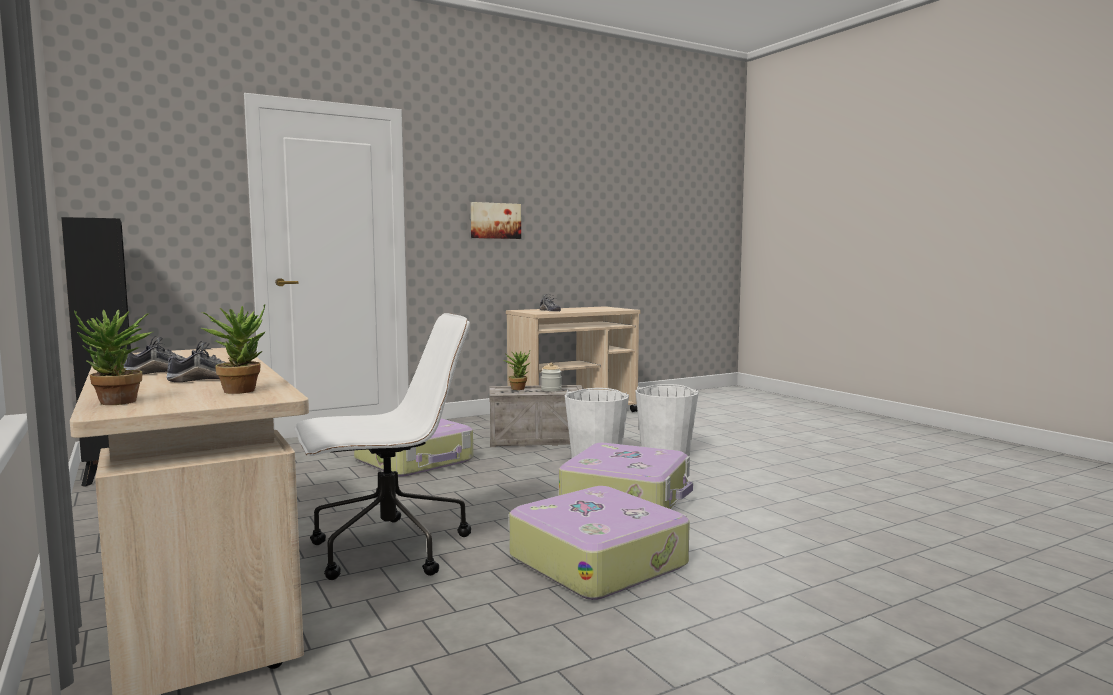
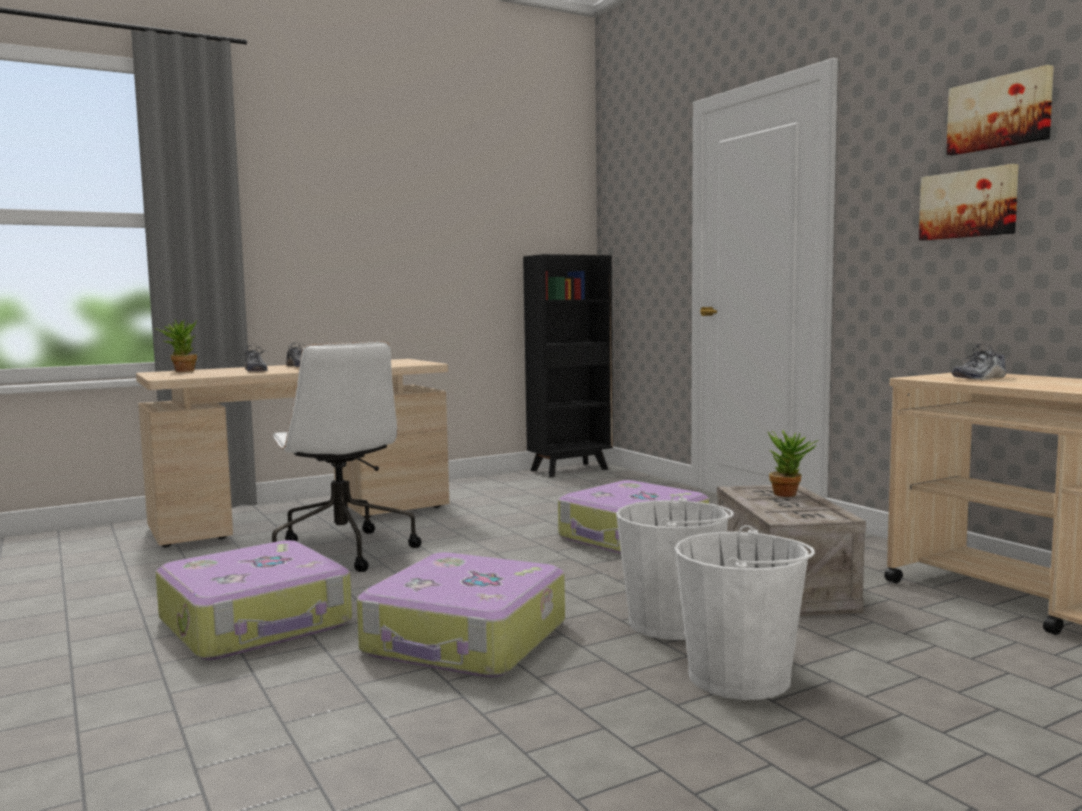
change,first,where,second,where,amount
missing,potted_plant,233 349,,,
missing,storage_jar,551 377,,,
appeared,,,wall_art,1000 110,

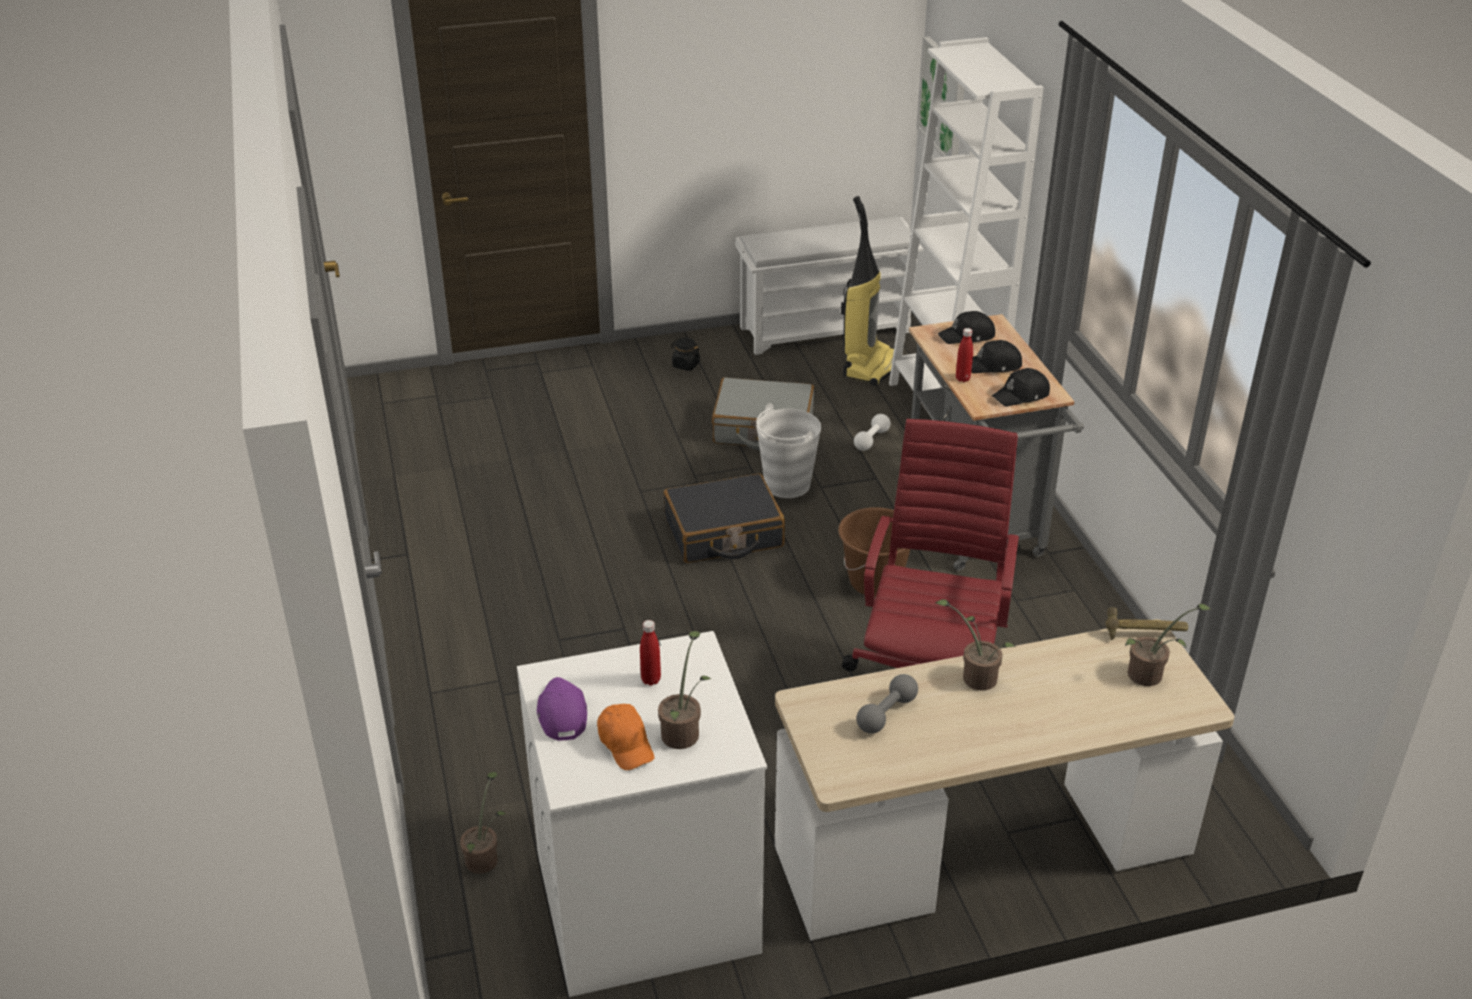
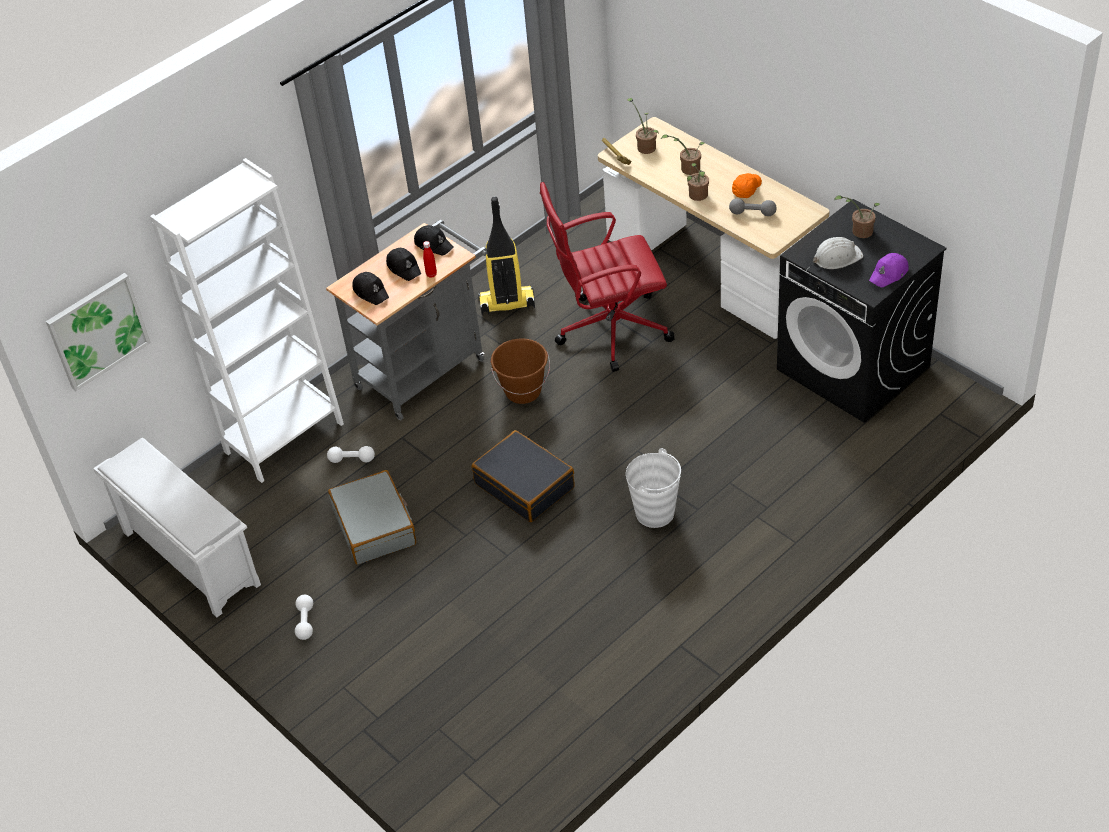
change,first,where,second,where,amount
relocated,hoover,867 291,,506 255,
exchanged,blackish_storage_jar,685 354,white-coloured_dumbbell,304 617,
relocated,white-coloured_pail,788 450,,653 488,
exchanged,reddish_drink_bottle,650 653,white-coloured_safety_helmet,838 253,
colour,white-coloured_washing_machine,642 814,blackish_washing_machine,862 311,
relocated,orange-coloured_cap,626 737,,747 185,
relocated,potted_plant,483 823,,683 154,

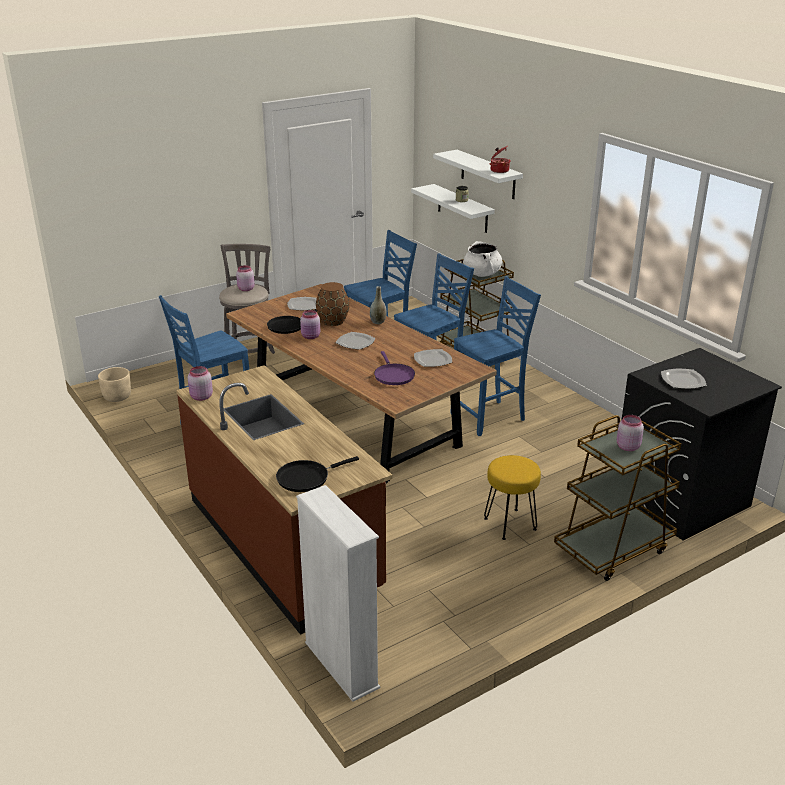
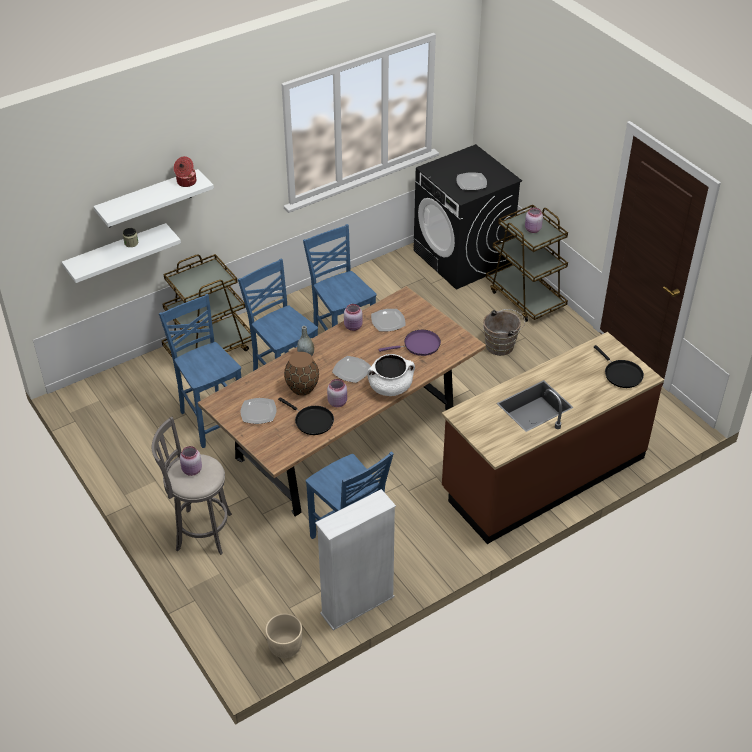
change,first,where,second,where,amount
relocated,white-coloured_saucepot,482 259,,391 375,
relocated,pinkish_storage_jar,200 383,,353 317,
exchanged,yellow_stool,512 497,brownish_pail,504 332,
relocated,white-coloured_bookcase,338 593,,355 560,

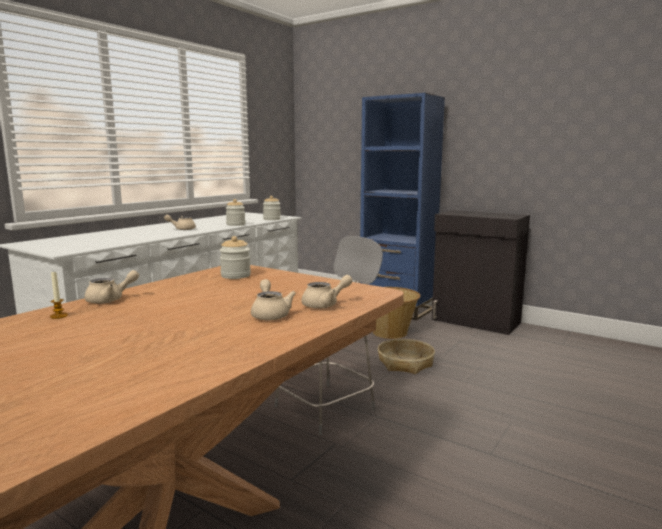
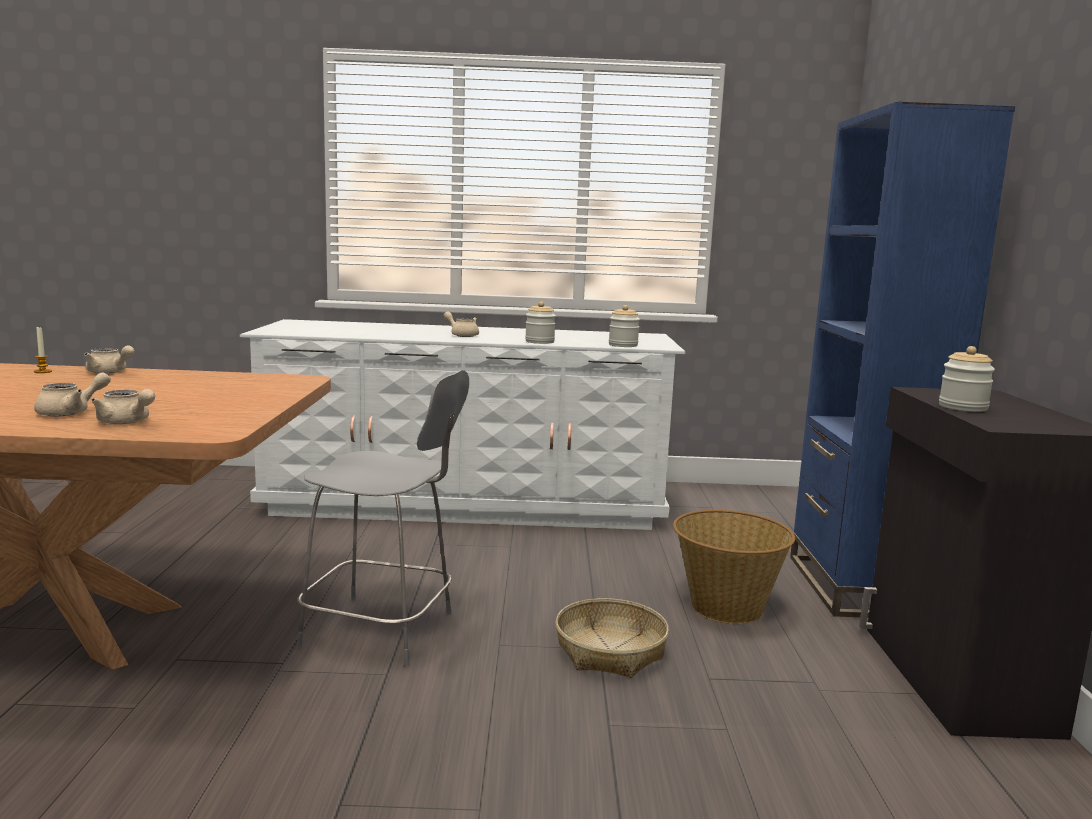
change,first,where,second,where,amount
relocated,storage_jar,235 257,,967 379,

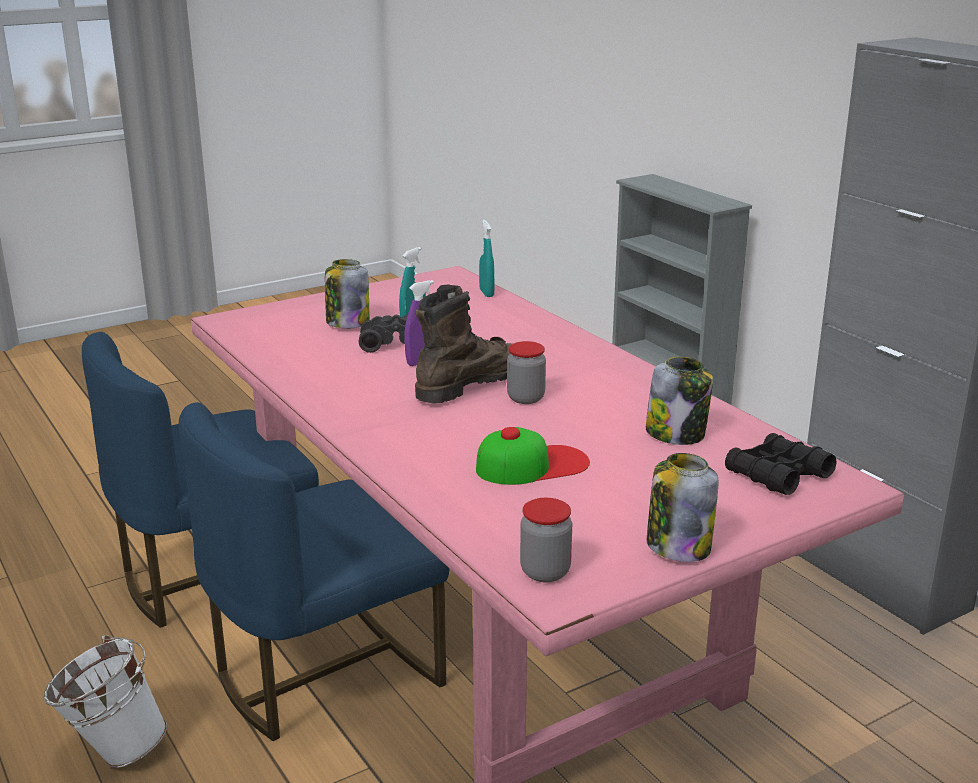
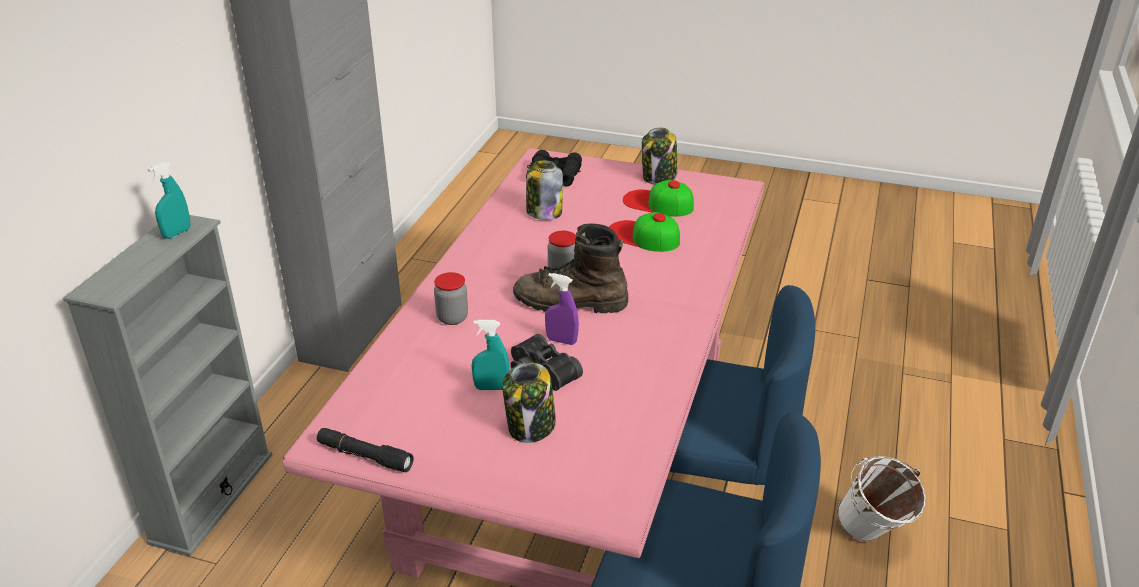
change,first,where,second,where,amount
relocated,turquoise-coloured_hand_sprayer,487 258,,169 200,
relocated,storage_jar,546 540,,451 298,
appeared,,,cap,658 198,
appeared,,,blackish_hand_torch,365 450,

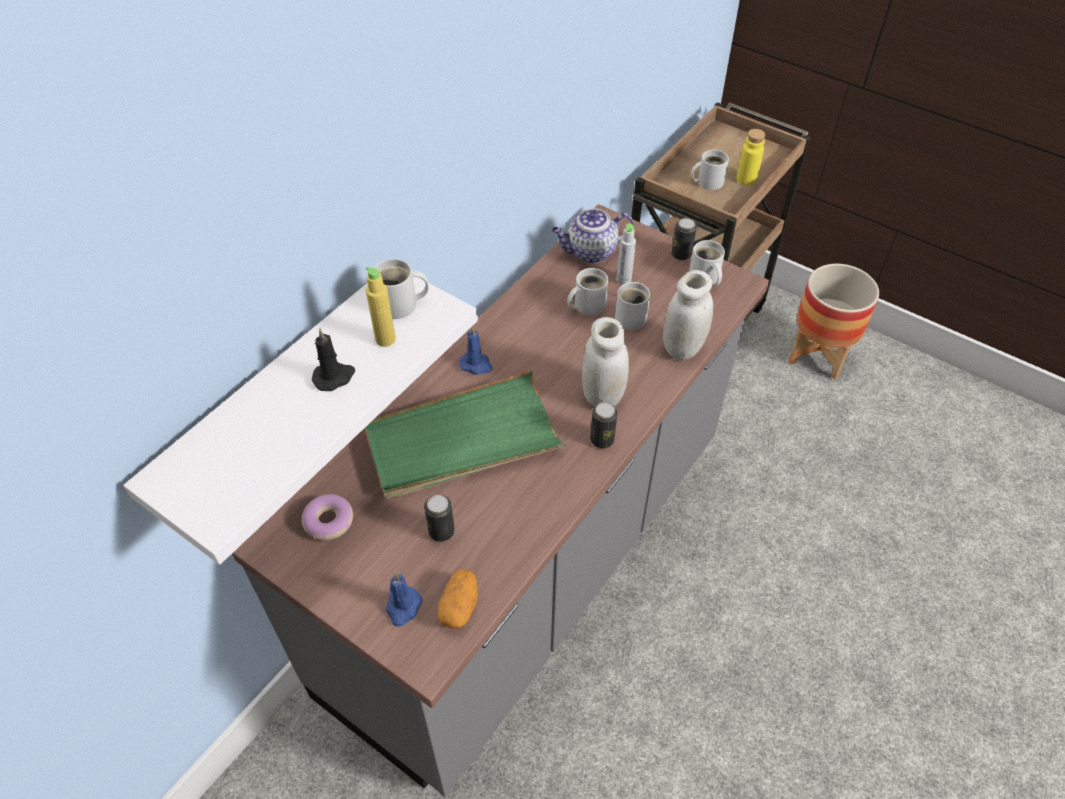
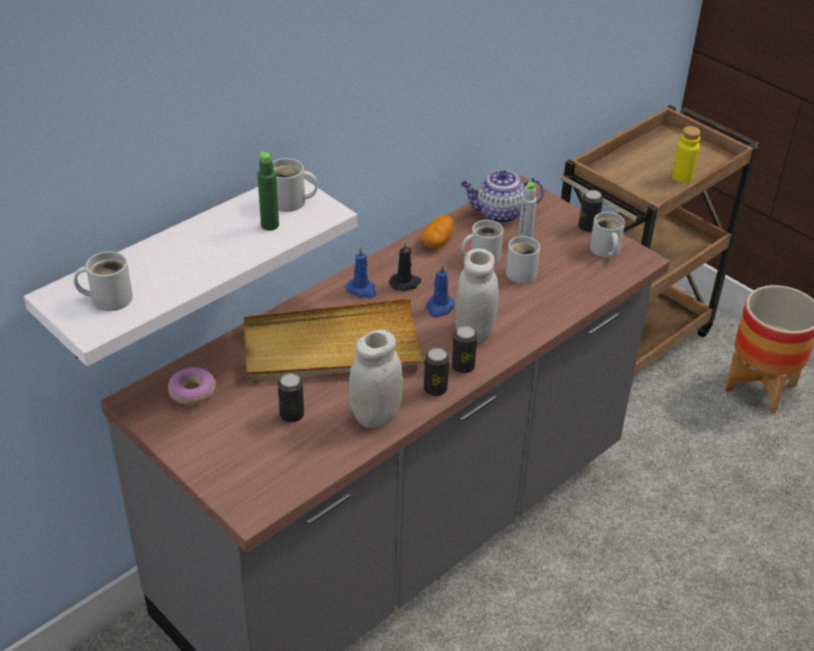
change,first,where,second,where,amount
relocated,white-coloured_coffee_mug,710 170,,103 281,
colour,yellow_drink_bottle,381 307,green_drink_bottle,268 191,
relocated,white-coloured_storage_jar,688 315,,376 379,
relocated,blackish_candle,333 360,,405 266,
colour,green_tray,465 434,beige_tray,334 340,
relocated,potato,458 598,,437 231,
relocated,bluish_candle,404 600,,440 291,
appeared,,,sealed_can,436 372,

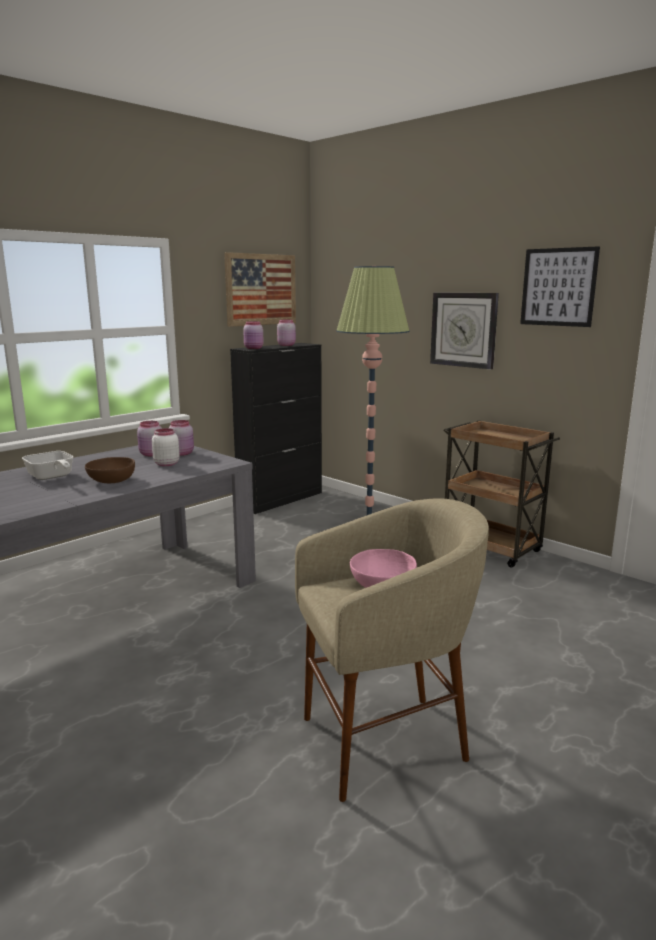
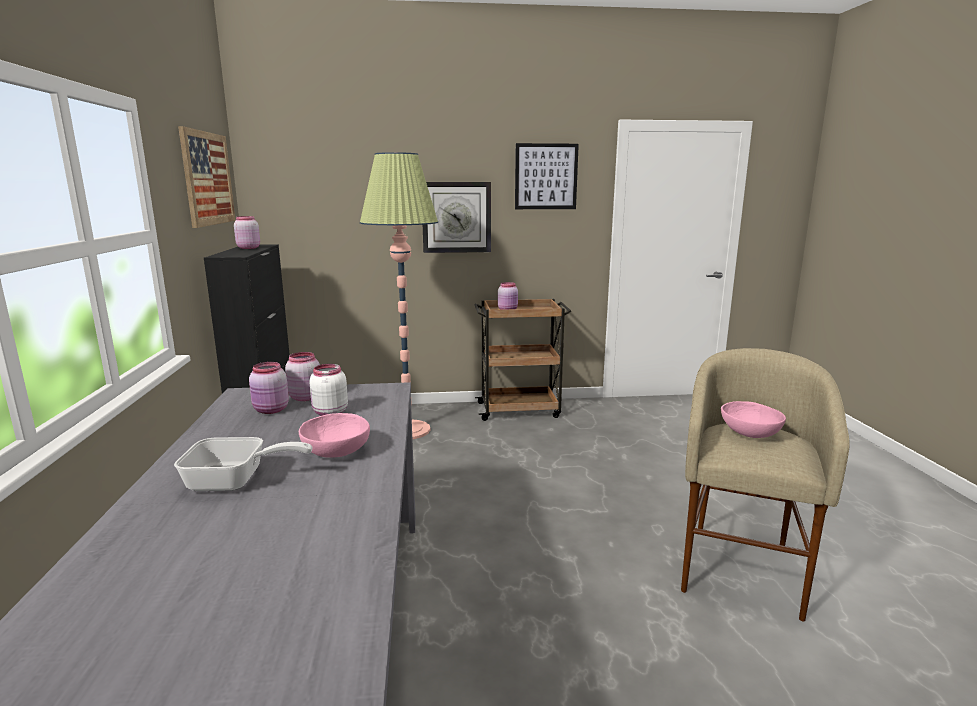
change,first,where,second,where,amount
relocated,pinkish_storage_jar,253 335,,508 296,
colour,brownish_bowl,110 470,pinkish_bowl,334 435,

